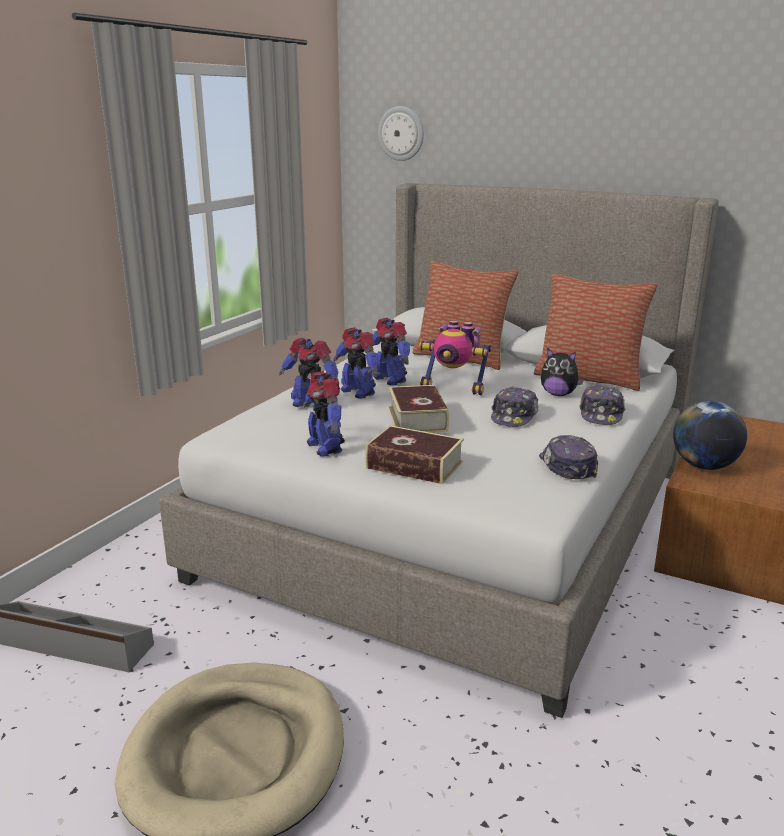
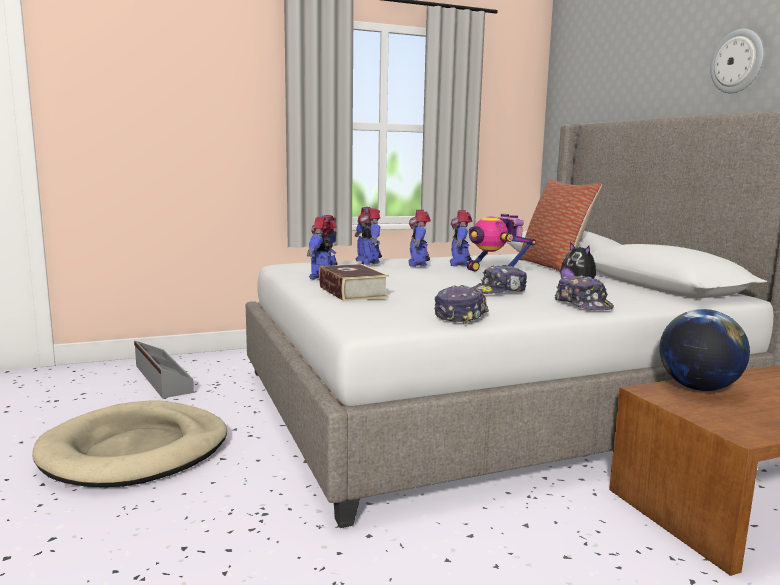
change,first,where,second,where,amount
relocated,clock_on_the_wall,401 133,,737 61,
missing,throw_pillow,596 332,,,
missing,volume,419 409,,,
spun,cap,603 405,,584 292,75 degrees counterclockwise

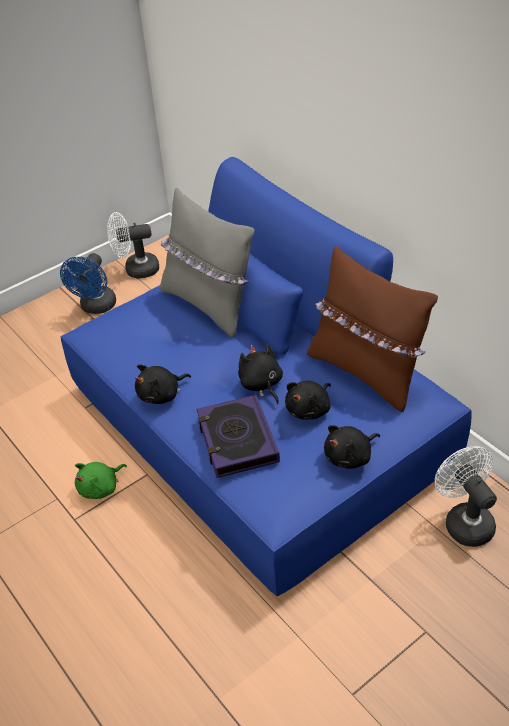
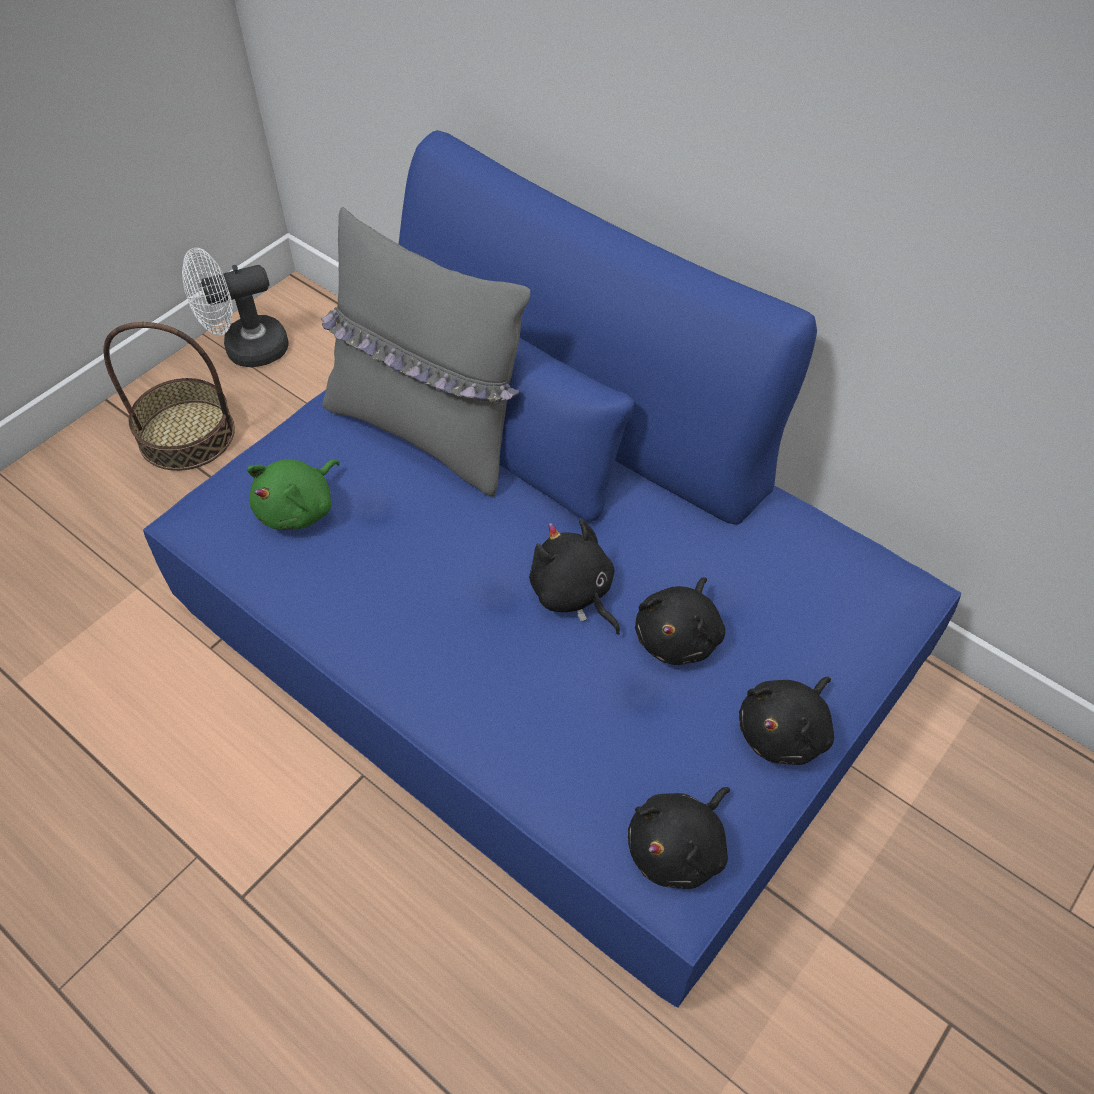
change,first,where,second,where,amount
missing,brownish_throw_pillow,372 329,,,
exchanged,bluish_fan,88 283,basket,169 396,
relocated,blackish_soft_toy,163 384,,679 838,
missing,volume,238 436,,,
missing,white-coloured_fan,466 496,,,
relocated,green_soft_toy,101 480,,293 494,

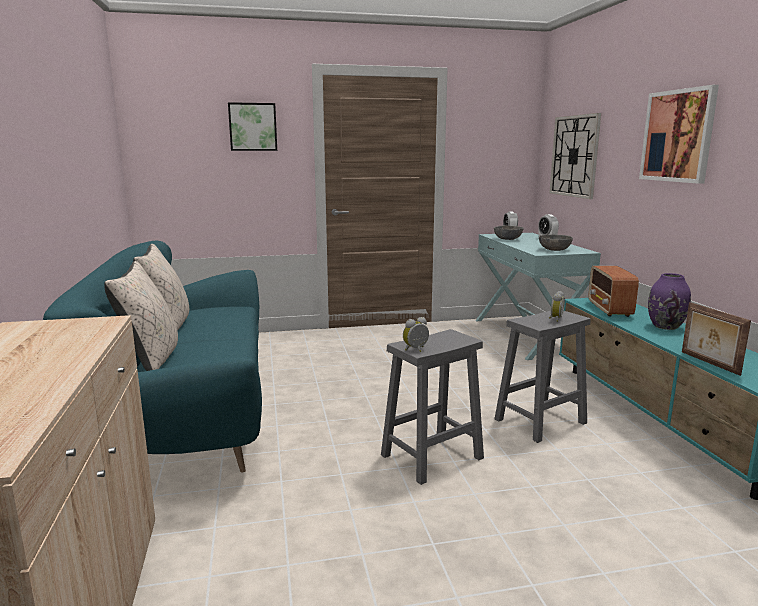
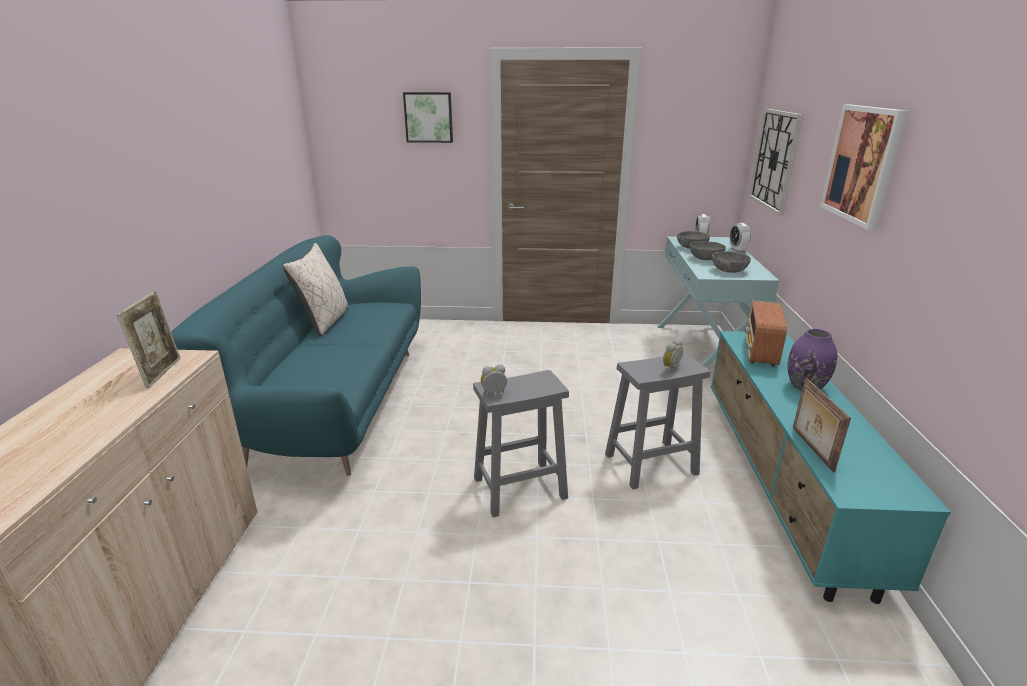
change,first,where,second,where,amount
missing,beige_throw_pillow,141 316,,,
appeared,,,gray_bowl,708 250,
appeared,,,standing_frame,148 339,

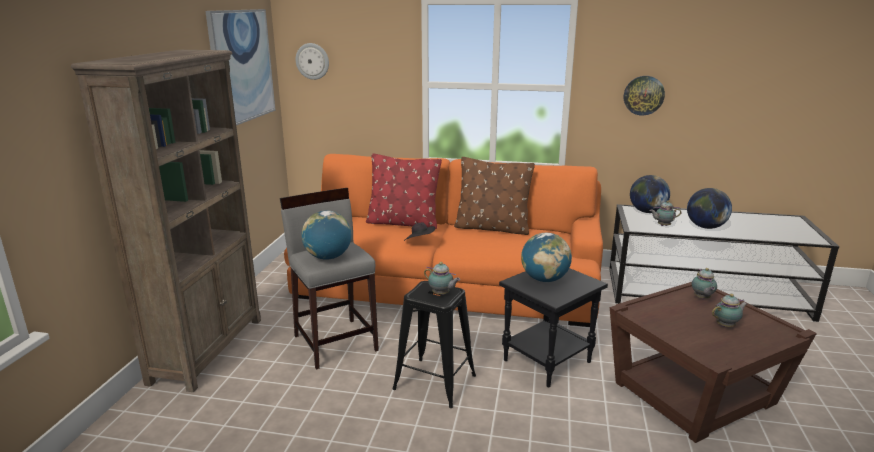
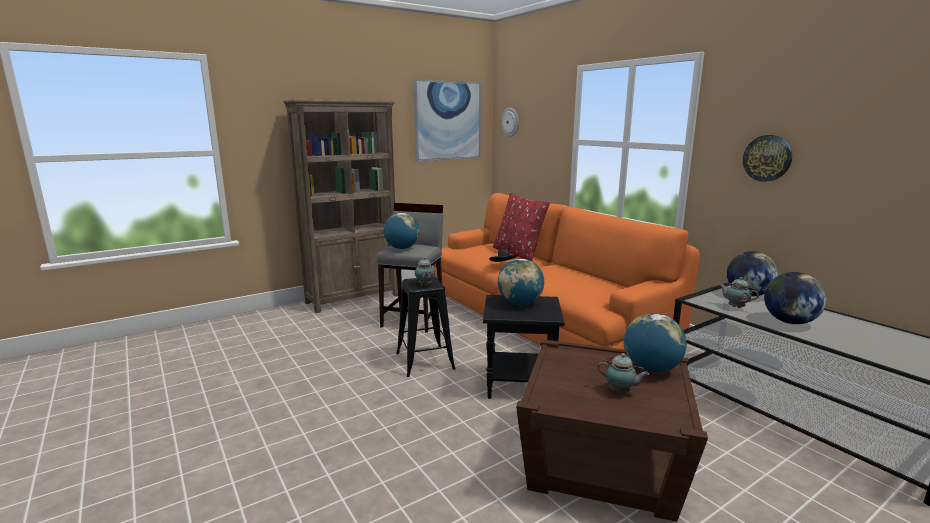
change,first,where,second,where,amount
missing,brownish_throw_pillow,494 196,,,
exchanged,tea_pot,704 283,world_globe,655 343,

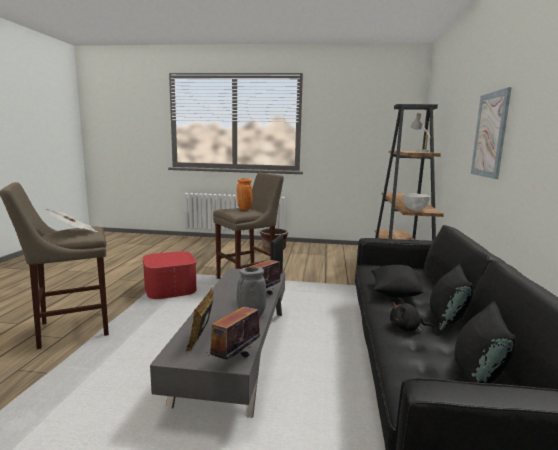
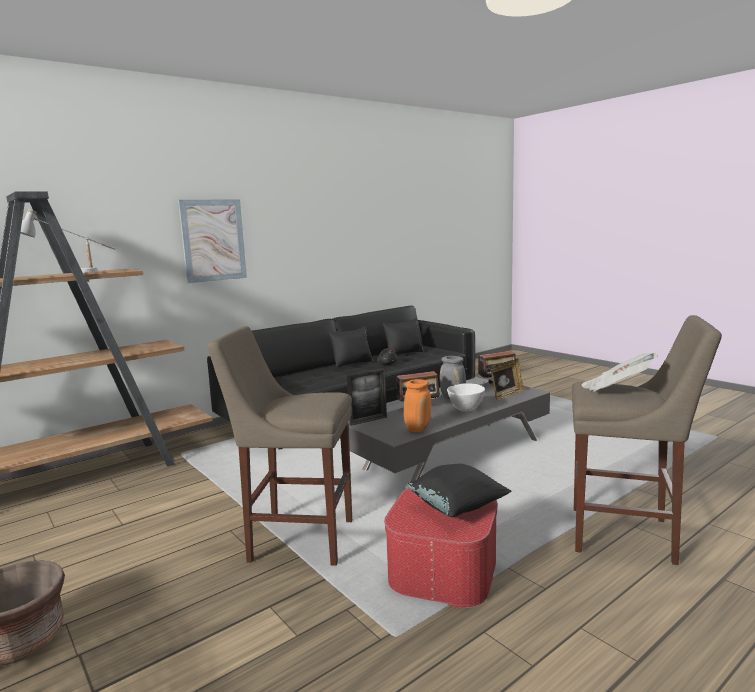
change,first,where,second,where,amount
relocated,orange-coloured_flower_vase,245 194,,417 405,
relocated,white-coloured_bowl,416 202,,466 397,
relocated,blackish_throw_pillow,397 281,,459 490,

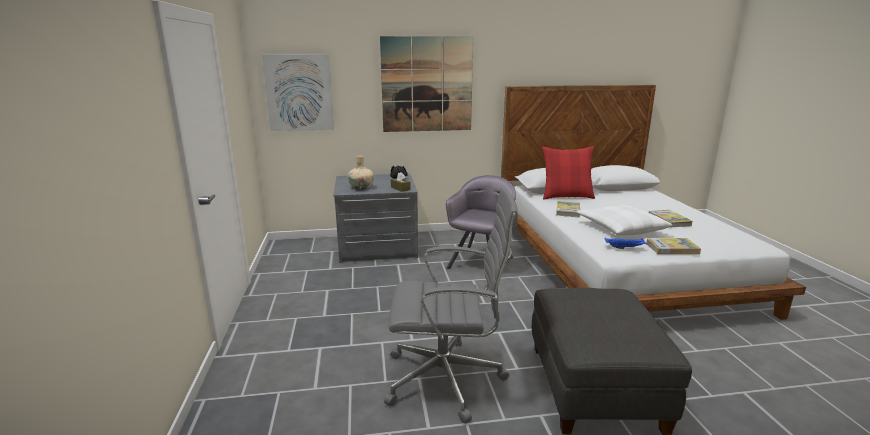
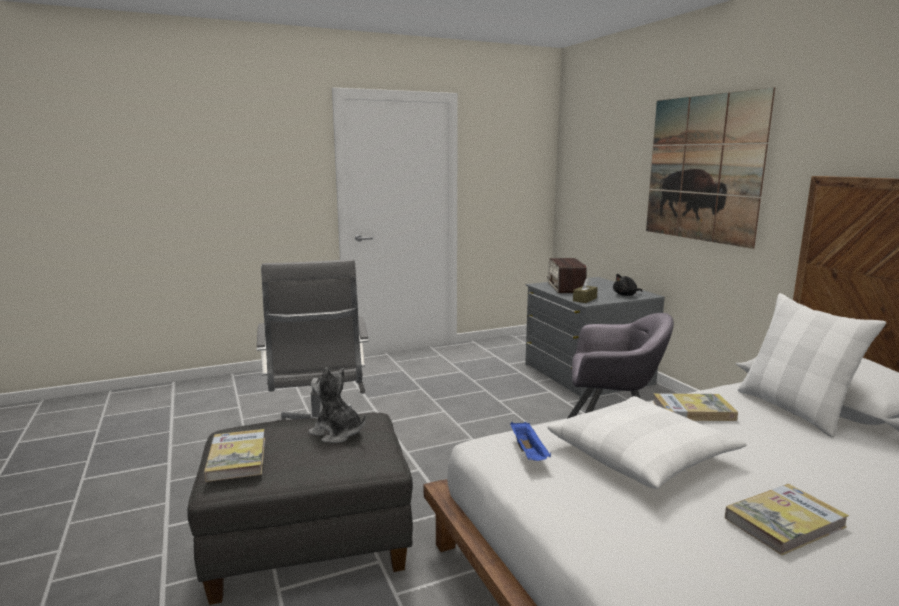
change,first,where,second,where,amount
missing,wall_art,298 92,,,
colour,reddish_throw_pillow,568 173,white-coloured_throw_pillow,812 365,
exchanged,beige_flower_vase,361 172,radio_receiver,567 275,
relocated,volume,674 246,,234 455,
appeared,,,soft_toy,337 405,

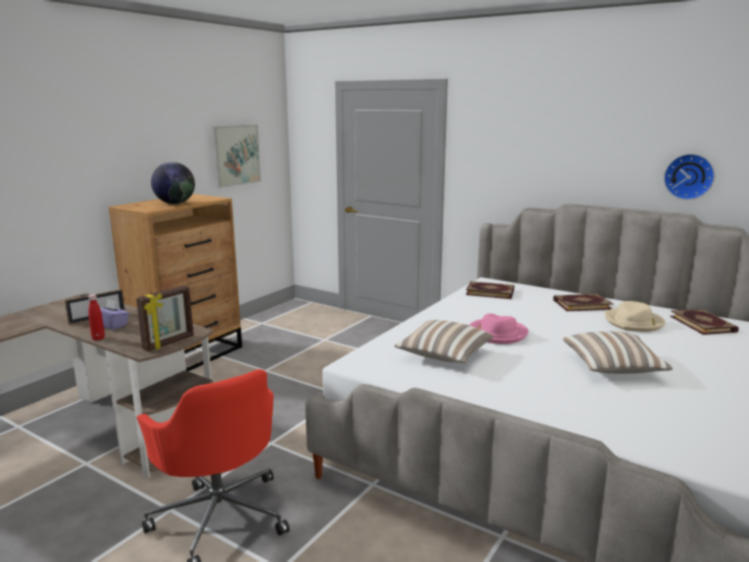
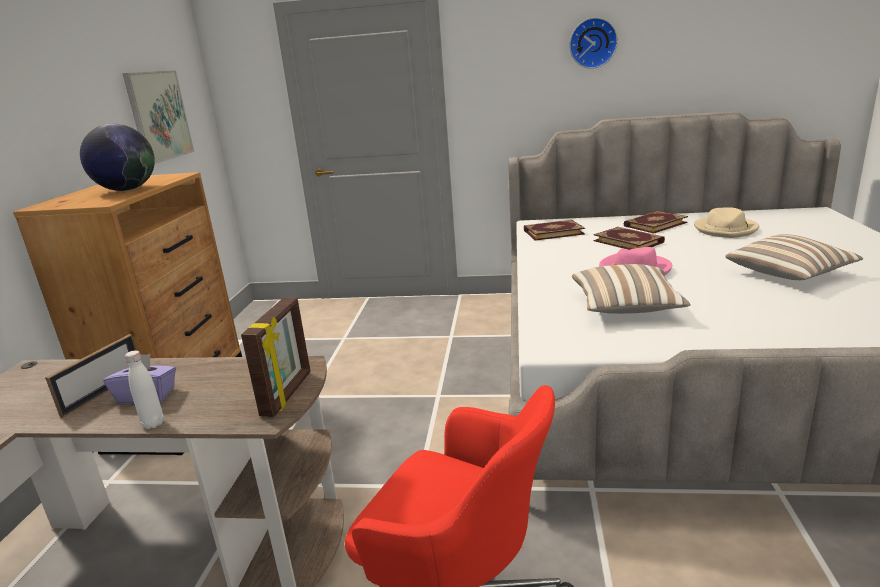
change,first,where,second,where,amount
relocated,clock_on_the_wall,689 177,,593 43,
colour,reddish_drink_bottle,96 318,white-coloured_drink_bottle,144 389,
relocated,volume,704 322,,629 238,

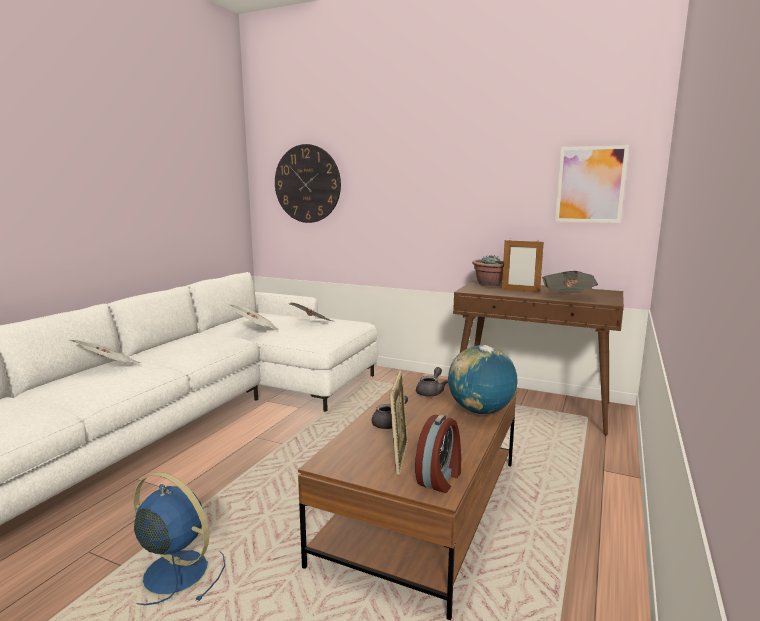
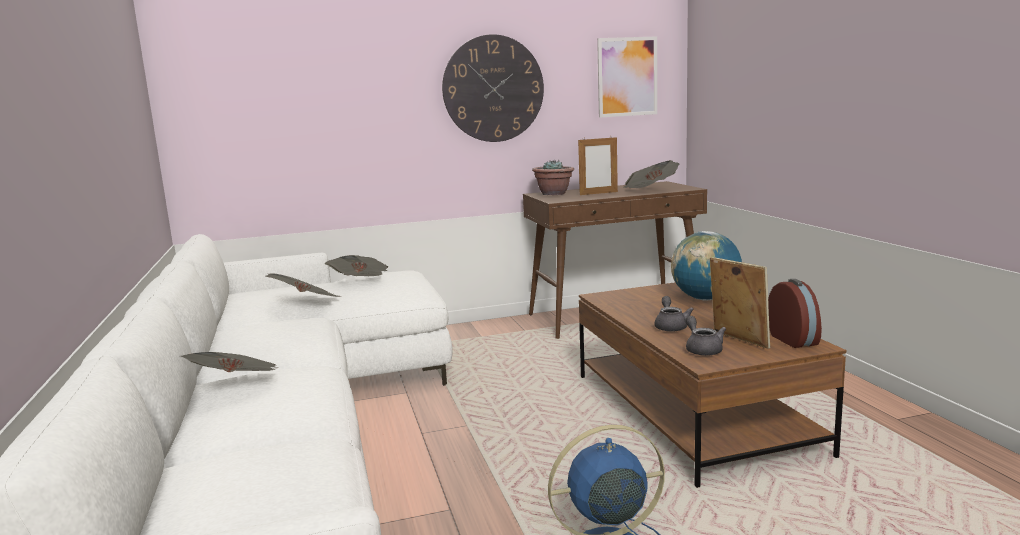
change,first,where,second,where,amount
relocated,clock_on_the_wall,308 183,,493 88,
relocated,gray_tea_pot,432 382,,706 336,

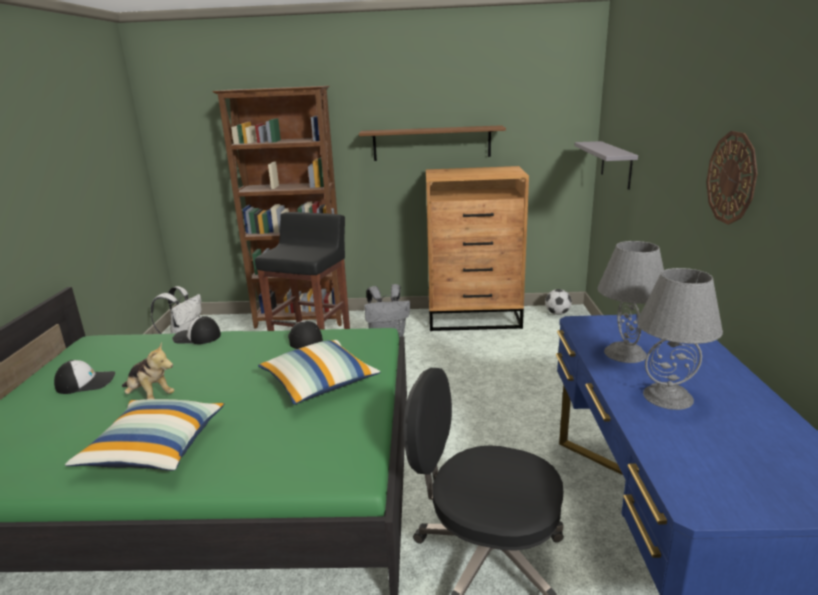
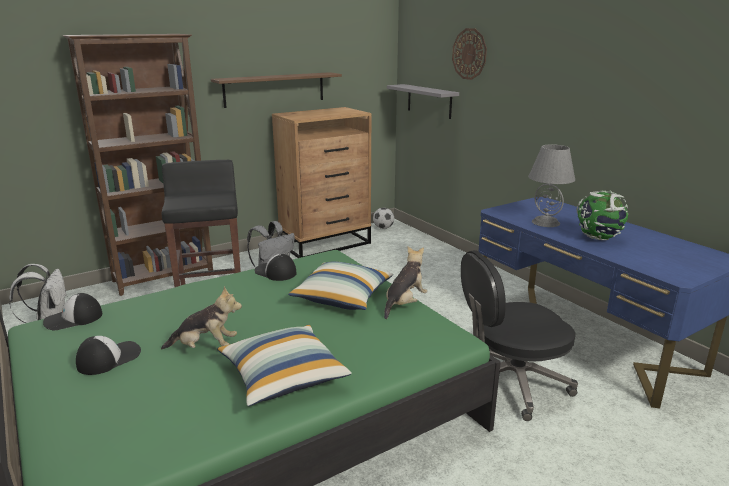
change,first,where,second,where,amount
relocated,clock_on_the_wall,732 178,,469 54,
exchanged,gray_table_lamp,680 339,world_globe,602 215,
relocated,cap,196 330,,72 312,
appeared,,,soft_toy,406 283,

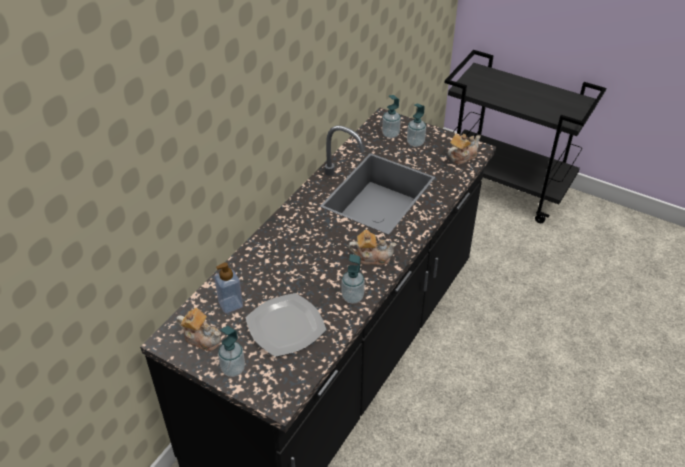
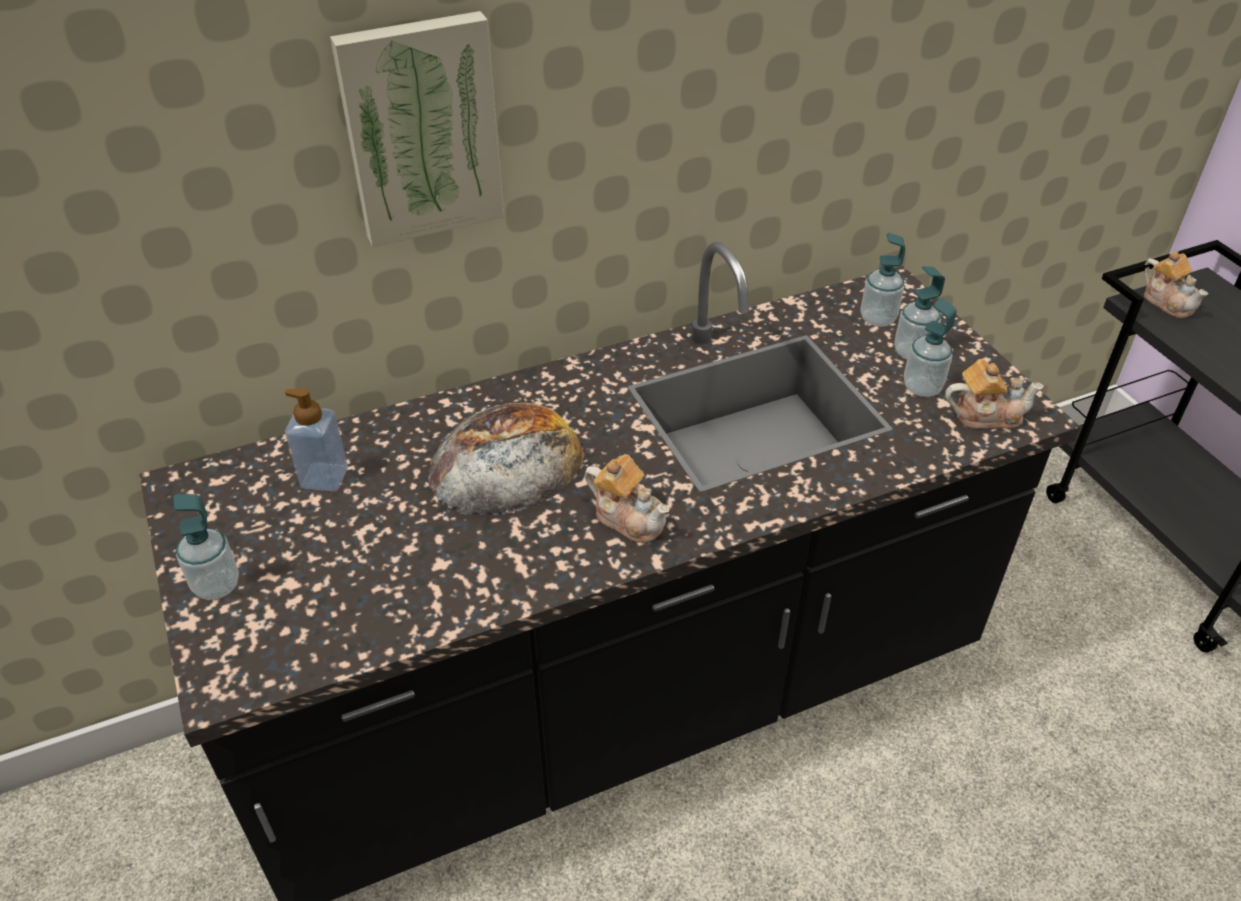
change,first,where,second,where,amount
relocated,soap_dispenser,353 279,,930 347,
missing,flat_dish,286 325,,,
relocated,tea_pot,198 329,,1176 284,
appeared,,,wall_art,417 129,
appeared,,,baked_bread,506 459,

